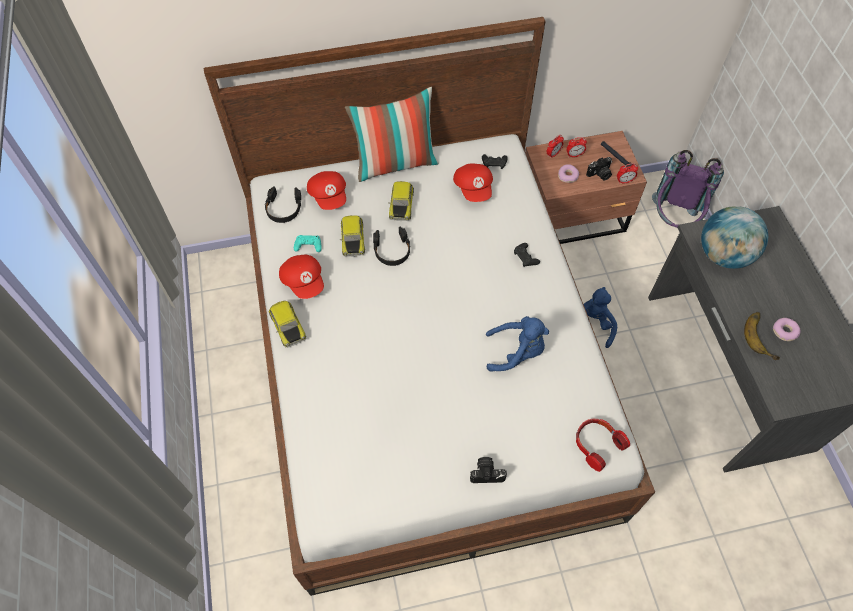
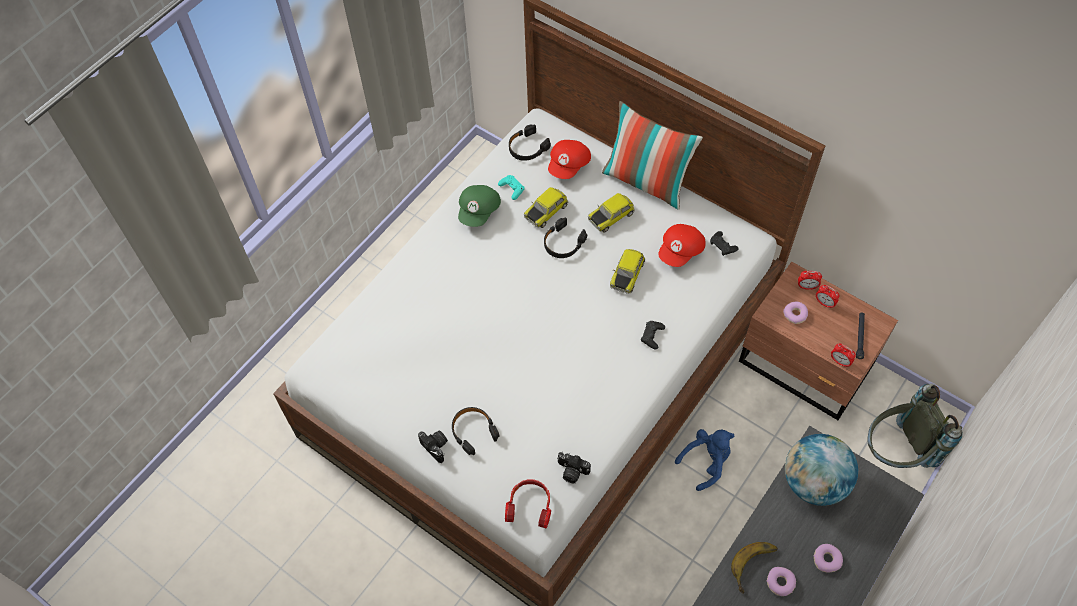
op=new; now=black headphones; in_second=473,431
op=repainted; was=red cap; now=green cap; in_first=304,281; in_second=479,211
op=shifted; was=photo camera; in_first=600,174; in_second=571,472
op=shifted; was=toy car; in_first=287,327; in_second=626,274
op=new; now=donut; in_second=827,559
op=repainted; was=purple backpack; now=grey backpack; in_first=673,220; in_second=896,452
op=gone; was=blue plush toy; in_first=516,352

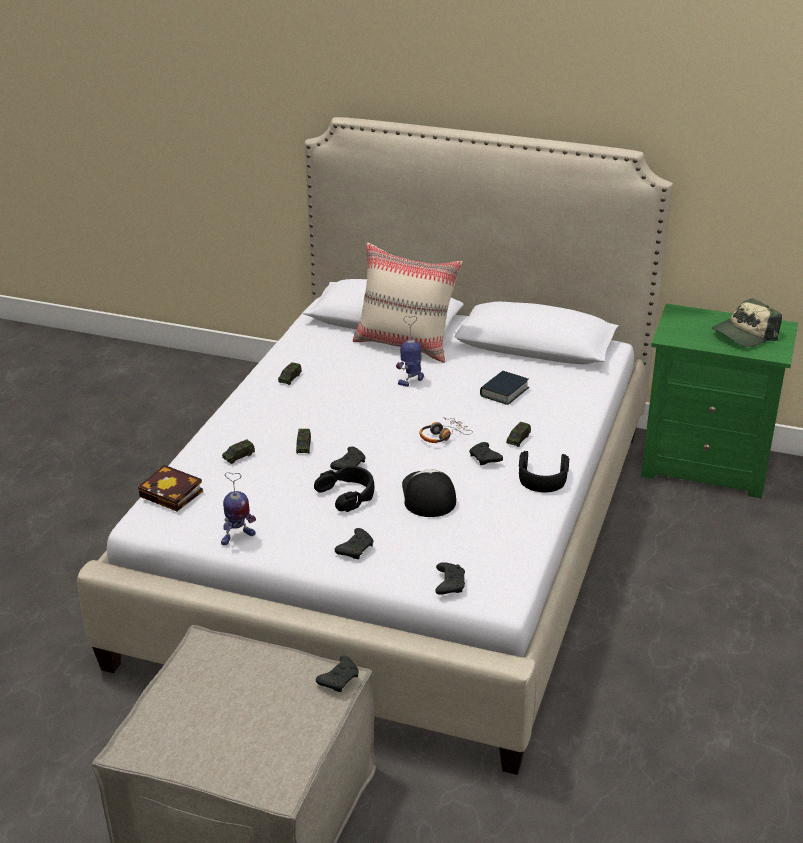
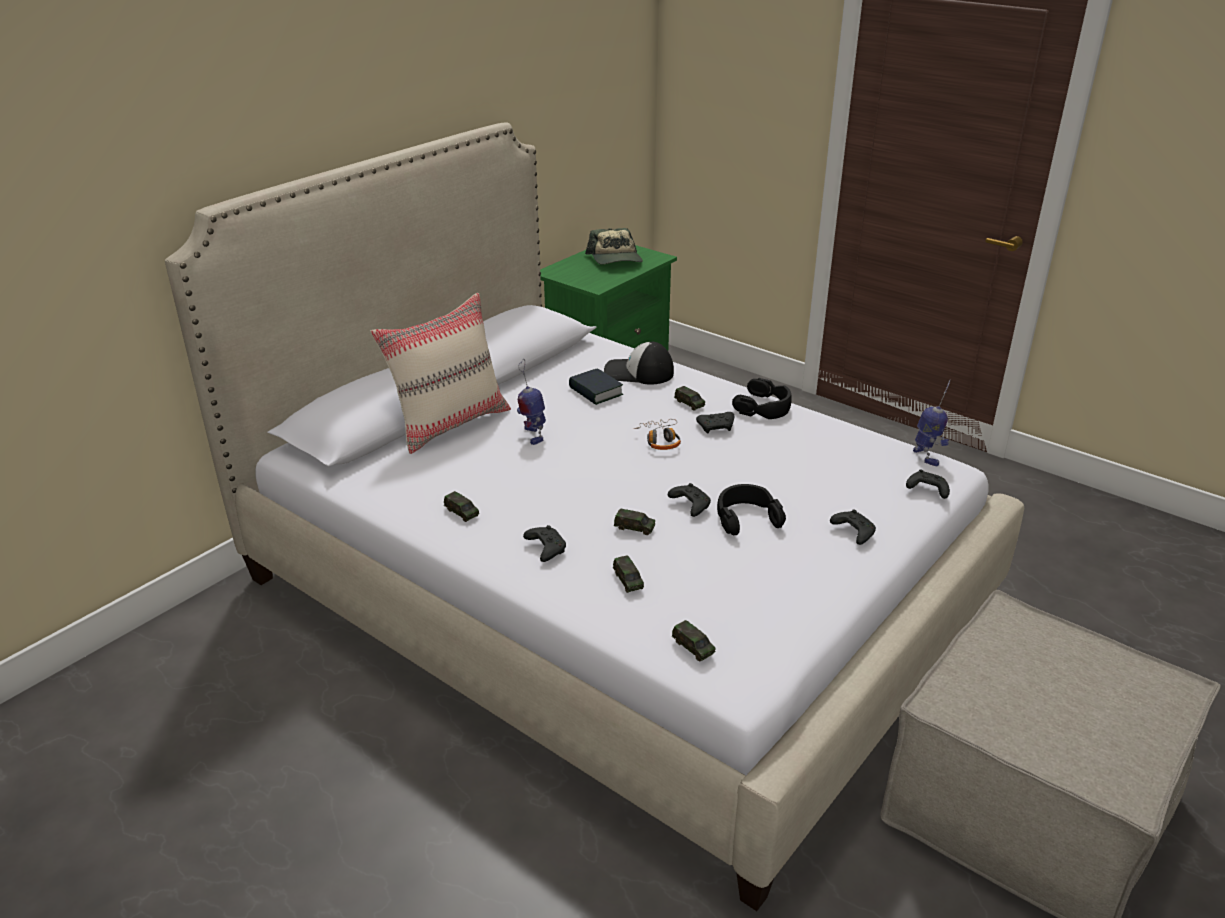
op=shifted; was=black game controller; in_first=339,679; in_second=545,548
op=shifted; was=cap; in_first=427,495; in_second=638,372
op=swapped; was=book; now=toy car; in_first=174,494; in_second=693,647
op=shifted; was=toy robot; in_first=237,537; in_second=926,457

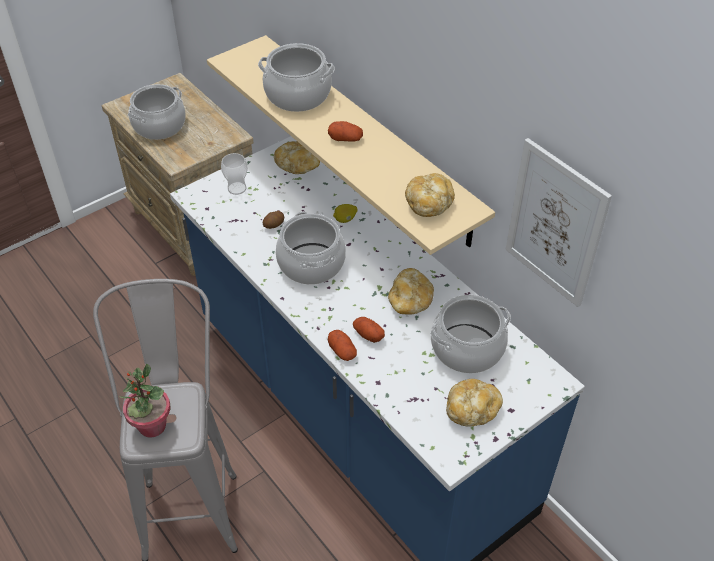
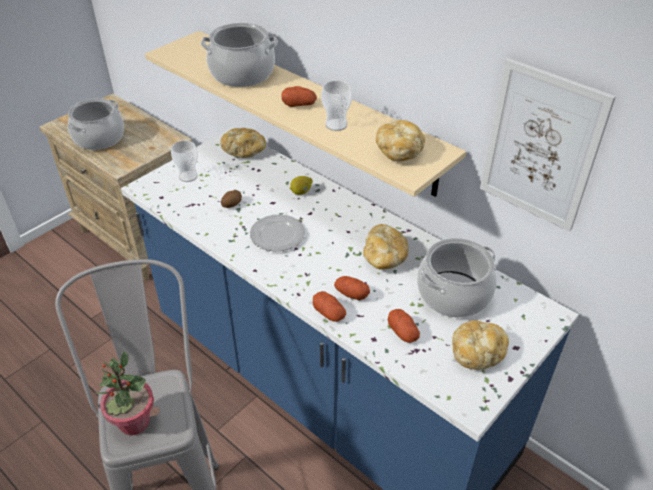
op=swapped; was=cooking pot; now=plate; in_first=311,264; in_second=277,235
op=new; now=cup; in_second=336,125
op=new; now=potato; in_second=403,332

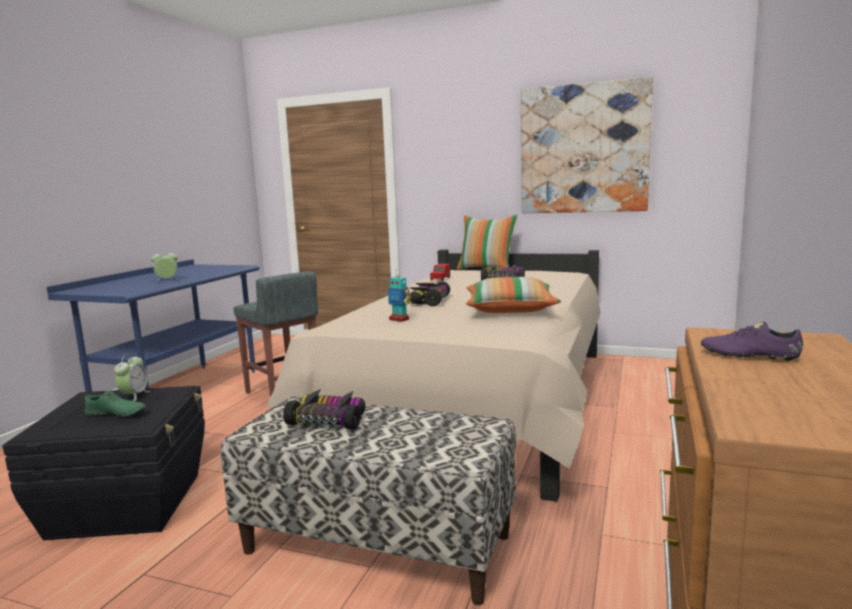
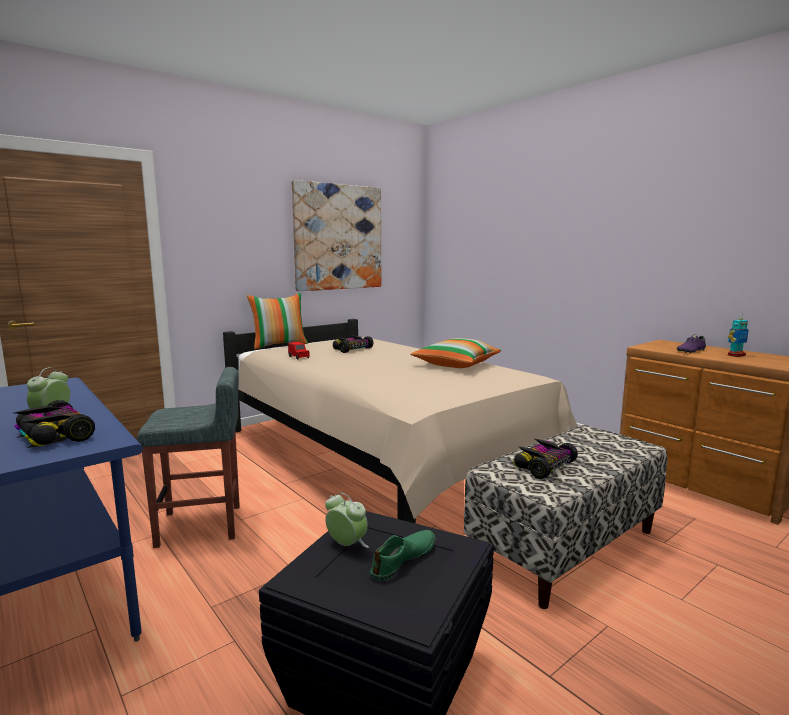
op=shifted; was=toy car; in_first=428,301; in_second=53,435
op=shifted; was=toy robot; in_first=399,319; in_second=736,355

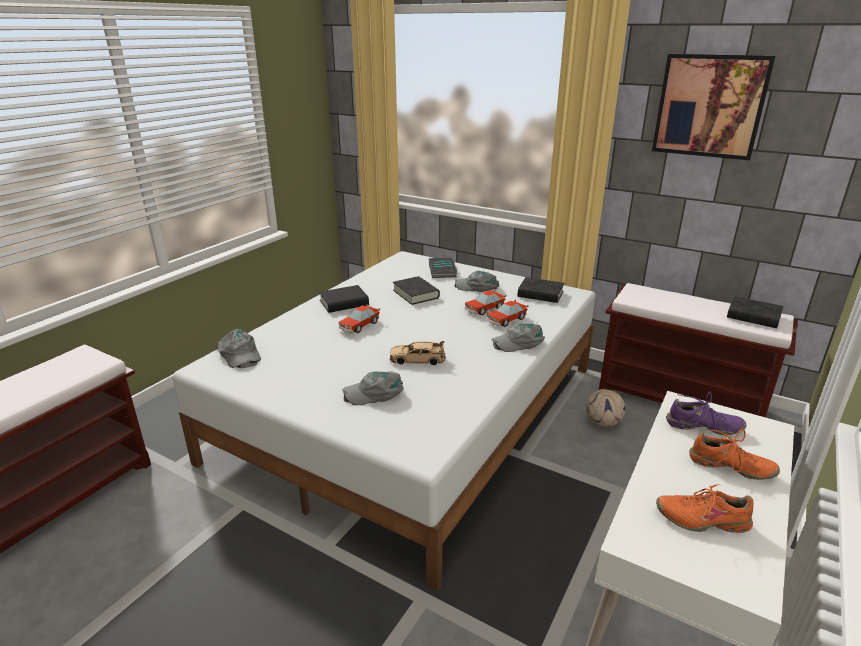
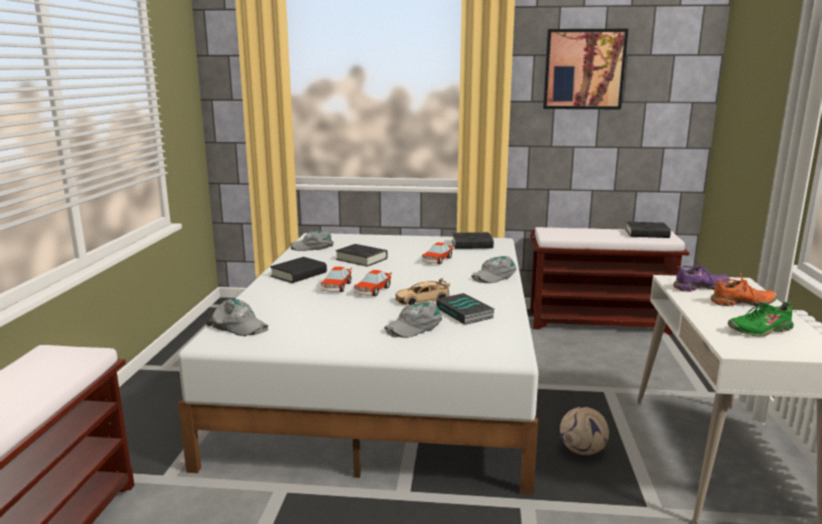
op=shifted; was=grey cap; in_first=477,286; in_second=313,246
op=shifted; was=toy car; in_first=506,320; in_second=373,291
op=shifted; was=book; in_first=443,271; in_second=465,313
op=shifted; was=football; in_first=603,423; in_second=583,451
op=repainted; was=orange shoe; now=green shoe; in_first=702,519; in_second=759,330

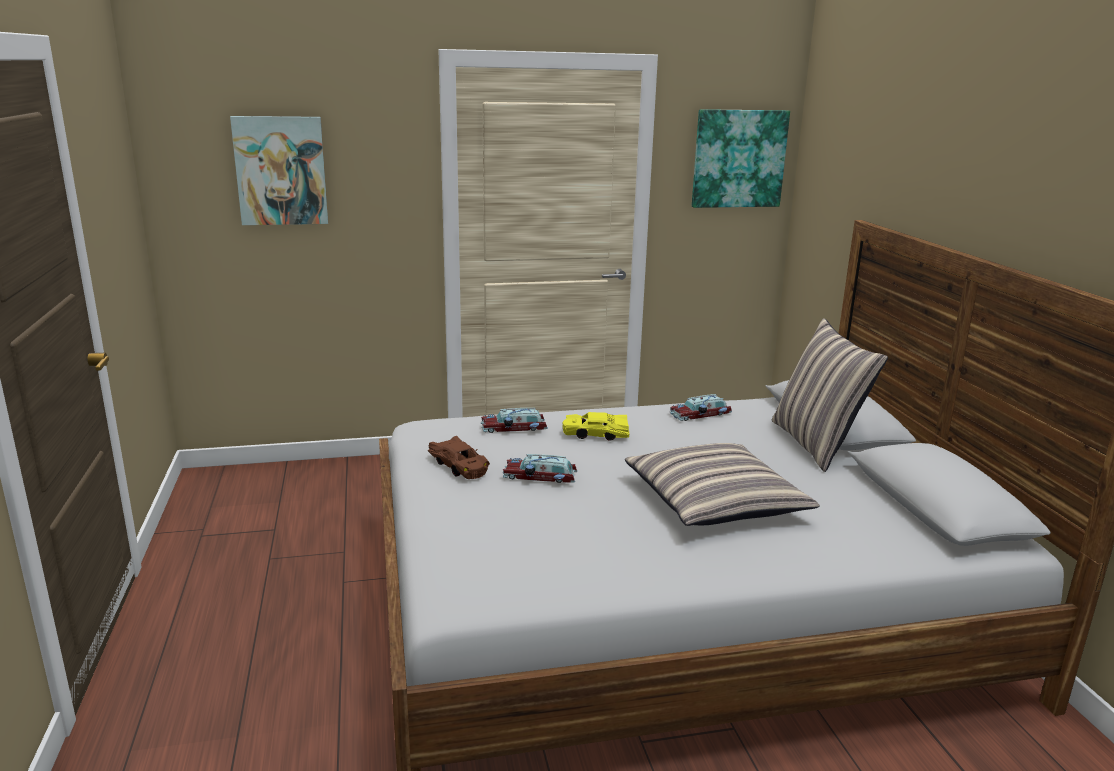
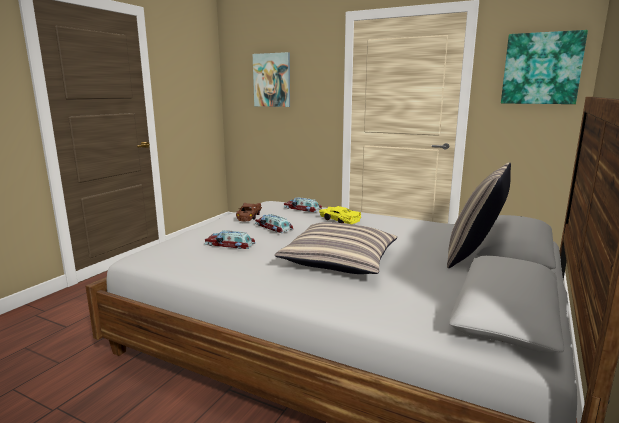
op=shifted; was=toy car; in_first=701,414; in_second=230,245

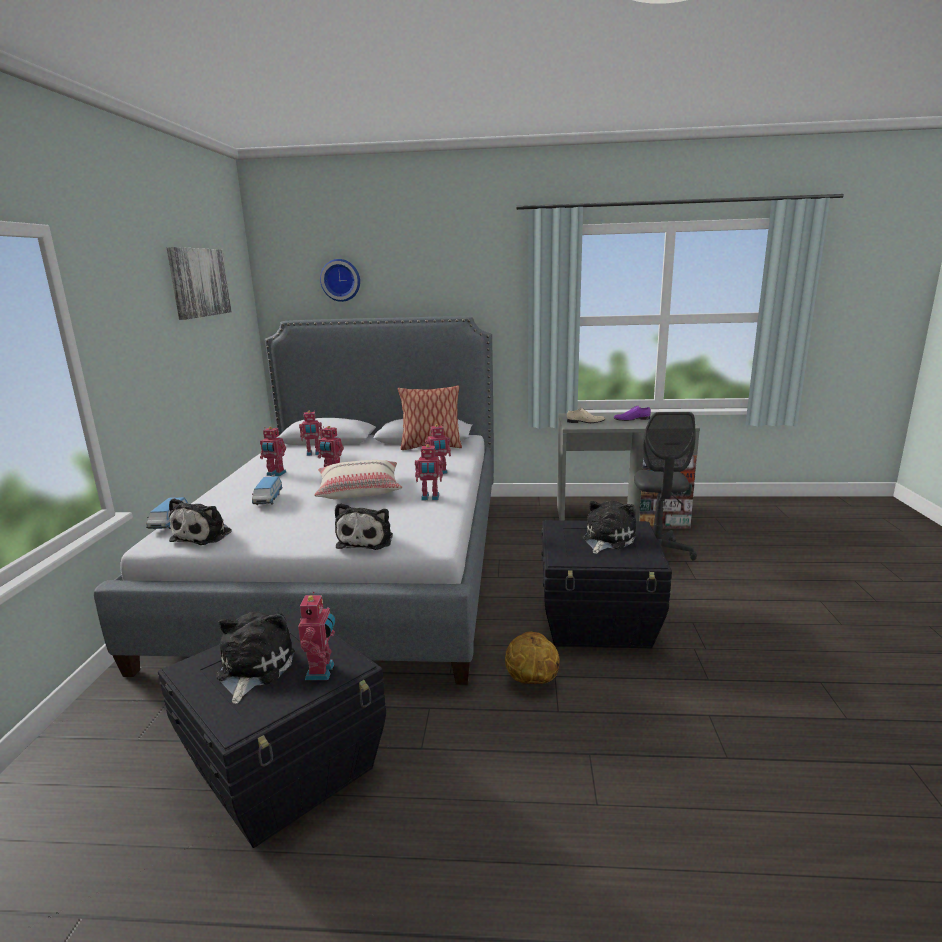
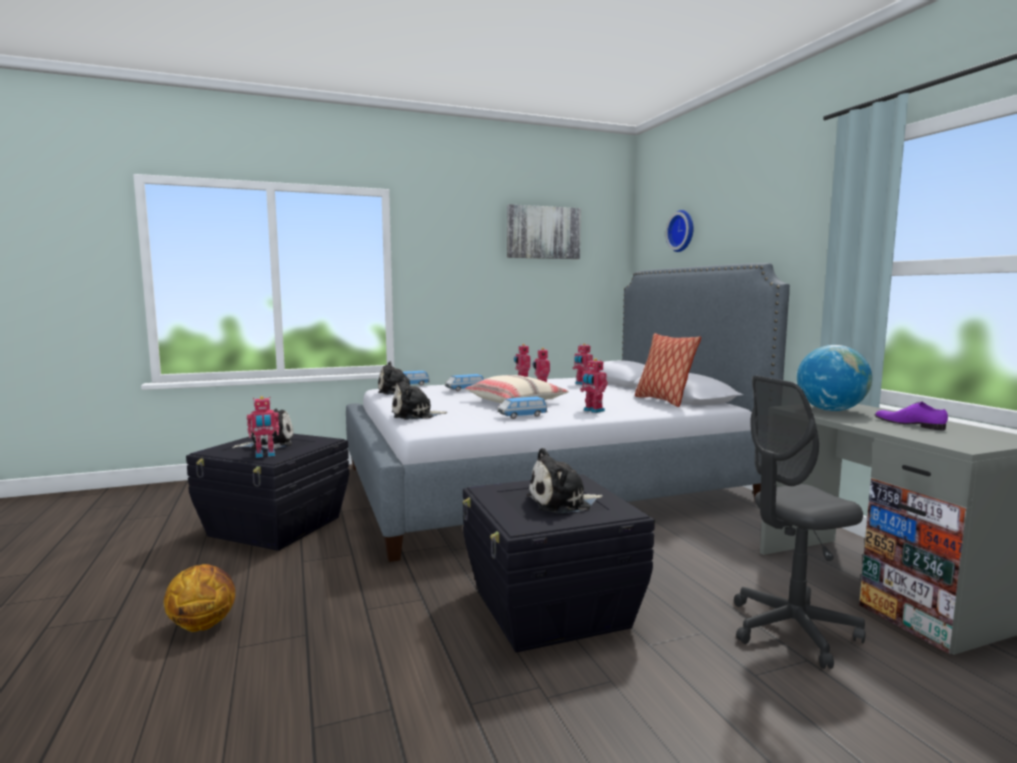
op=shifted; was=basketball; in_first=531,680; in_second=203,624
op=swapped; was=toy robot; now=toy car; in_first=430,498; in_second=522,416
op=rotated; was=plush toy; in_first=606,539; in_second=562,502; clockwise=150
op=swapped; was=beige shoe; now=globe; in_first=585,421; in_second=830,410

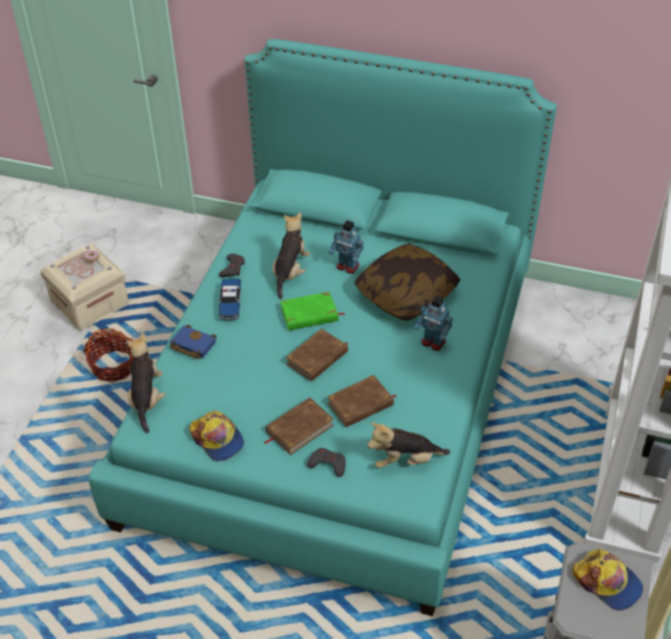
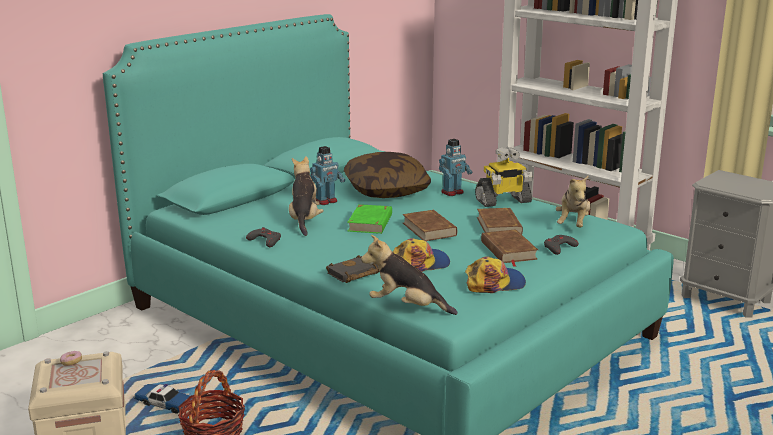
op=shifted; was=toy car; in_first=230,303; in_second=165,404
op=rotated; was=plush toy; in_first=290,272; in_second=304,220; clockwise=45
op=repainted; was=blue book; now=black book; in_first=191,345; in_second=353,274
op=shifted; was=cap; in_first=607,582; in_second=420,263
op=new; now=toy robot; in_second=503,201

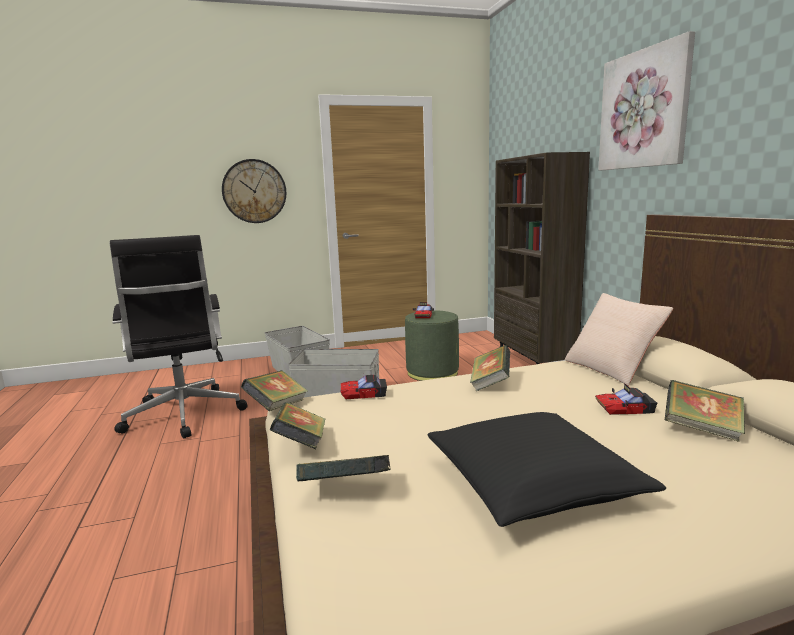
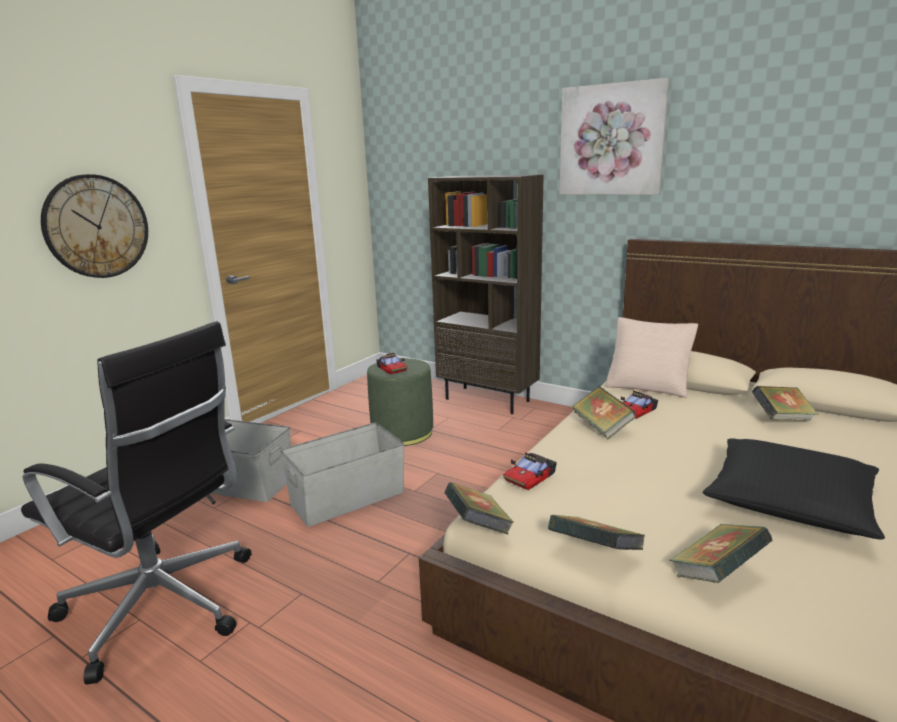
op=shifted; was=toy car; in_first=625,408; in_second=636,410

